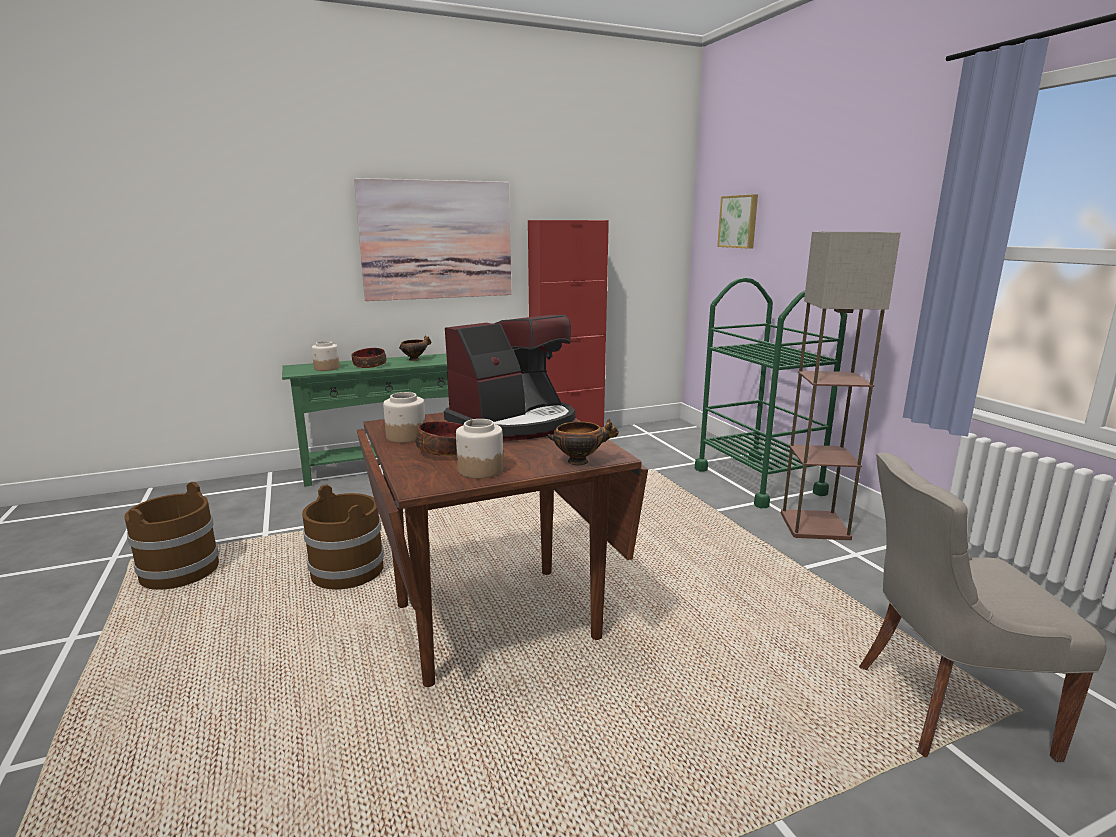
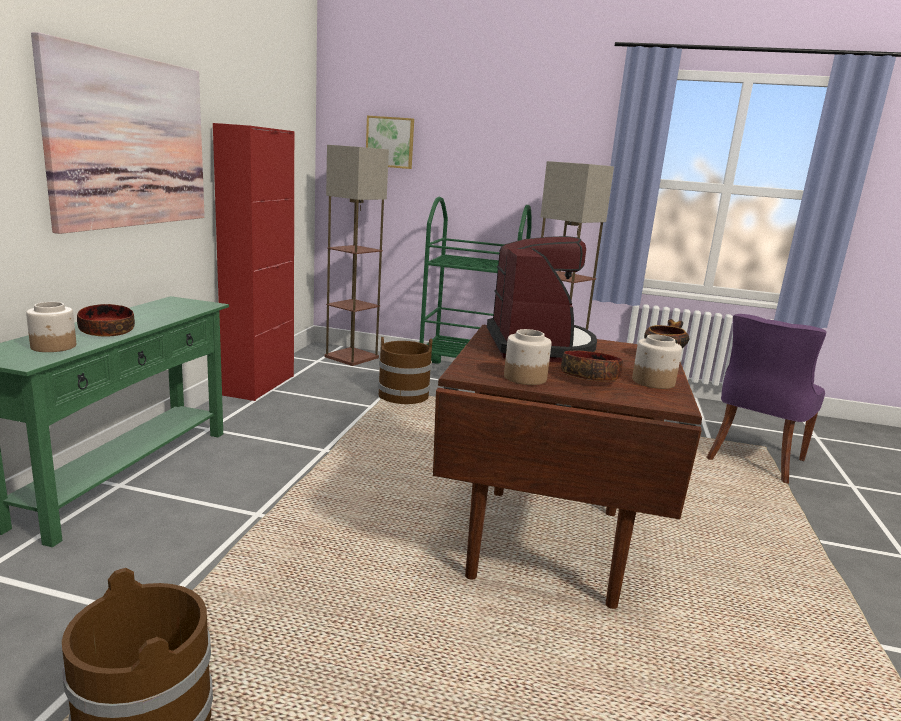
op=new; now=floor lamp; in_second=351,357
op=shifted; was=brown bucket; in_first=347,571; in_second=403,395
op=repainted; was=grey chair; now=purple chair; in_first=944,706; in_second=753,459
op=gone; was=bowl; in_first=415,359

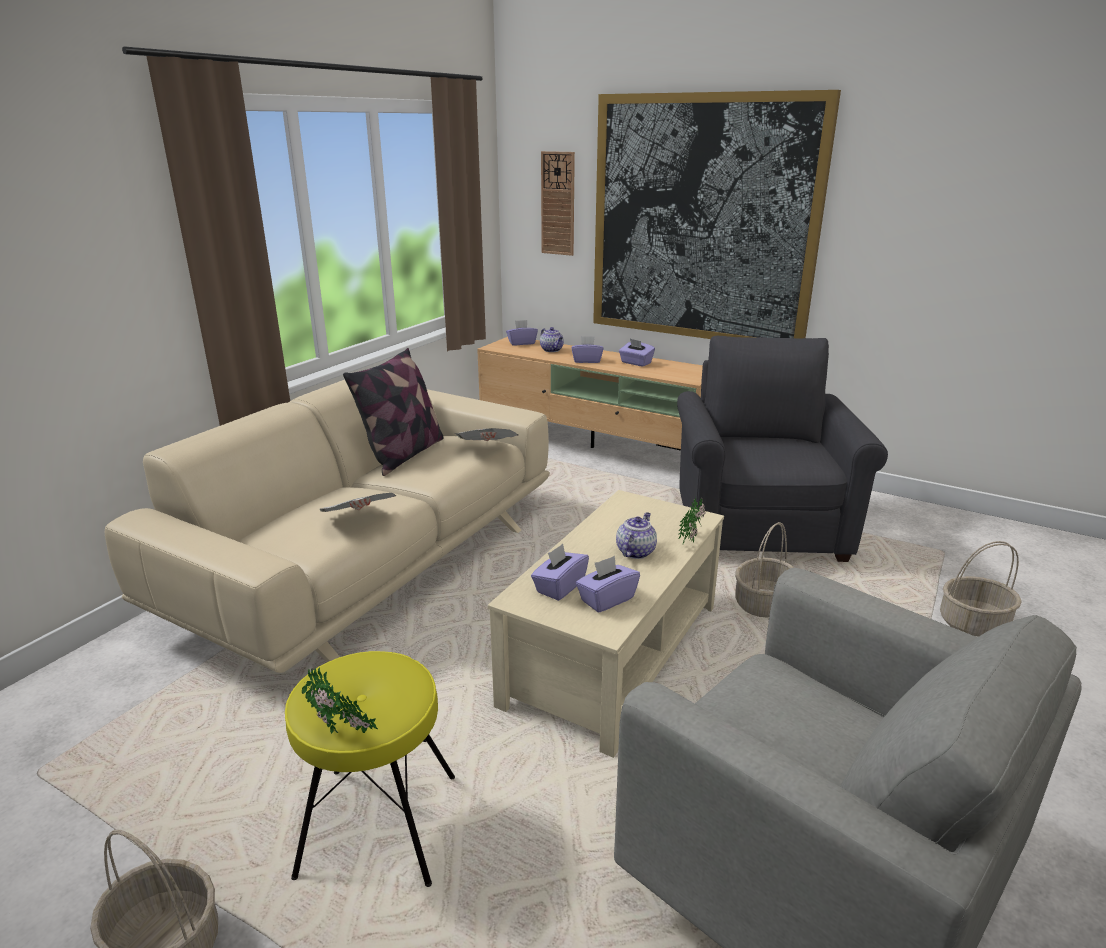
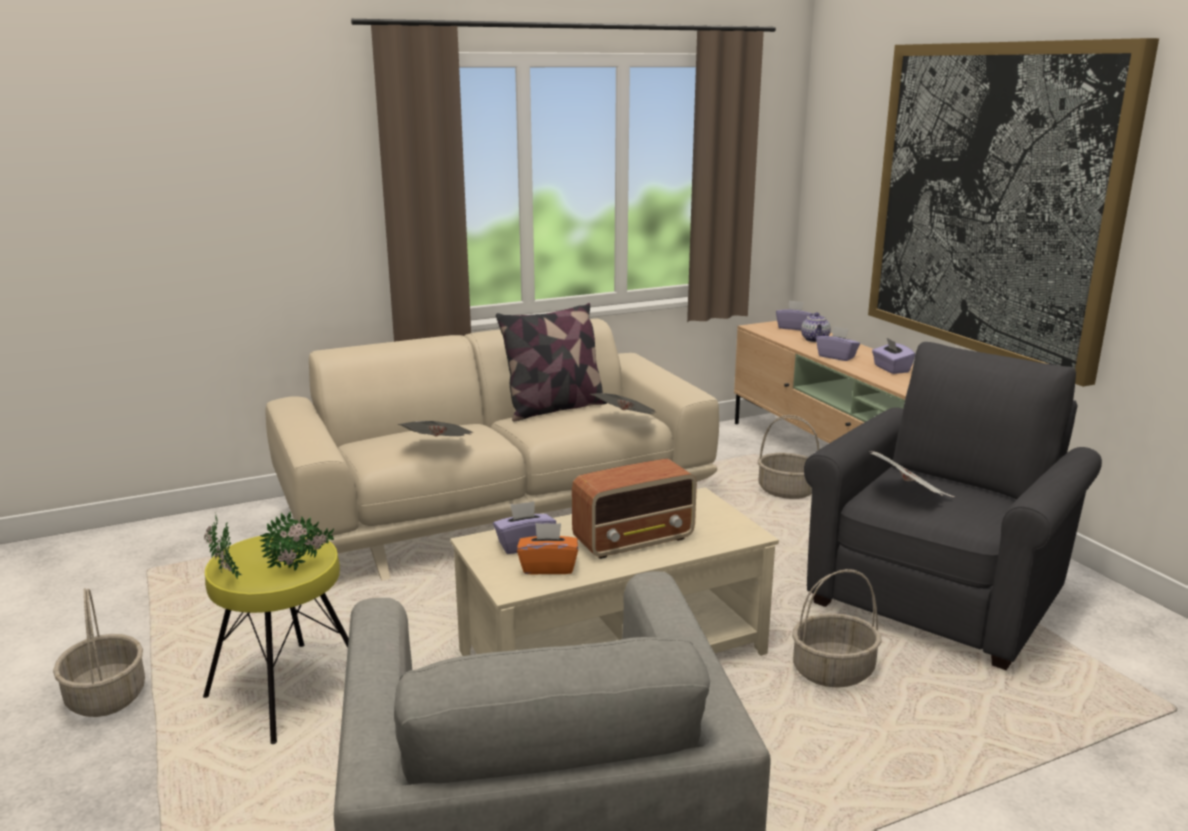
op=shifted; was=potted plant; in_first=690,539; in_second=301,566
op=repainted; was=purple tissue box; now=orange tissue box; in_first=606,599; in_second=548,567
op=swapped; was=teapot; now=radio; in_first=635,551; in_second=635,541
op=shifted; was=basket; in_first=973,623; in_second=787,491
op=new; now=newspaper; in_second=909,495
op=gone; was=wall clock; in_first=558,204

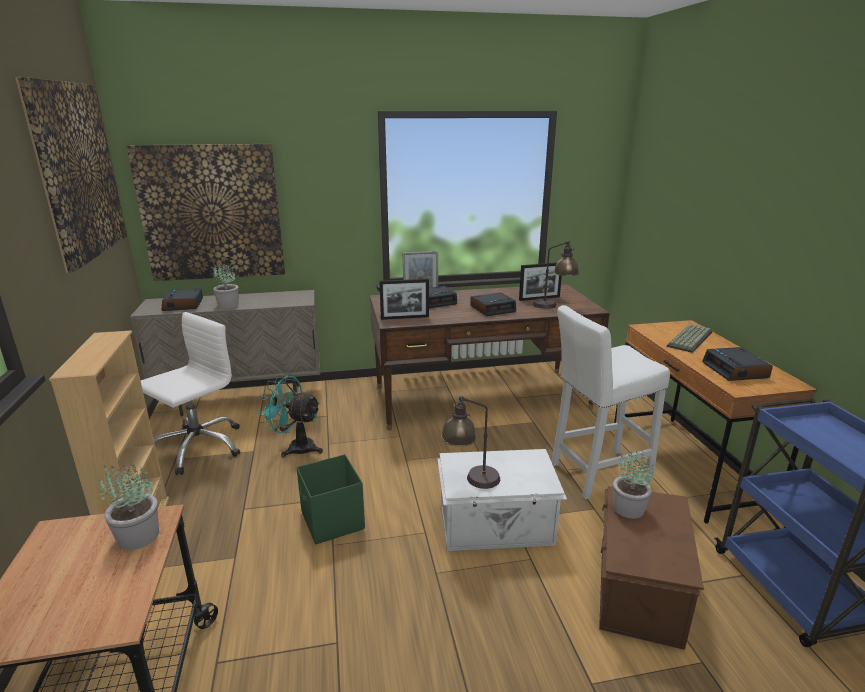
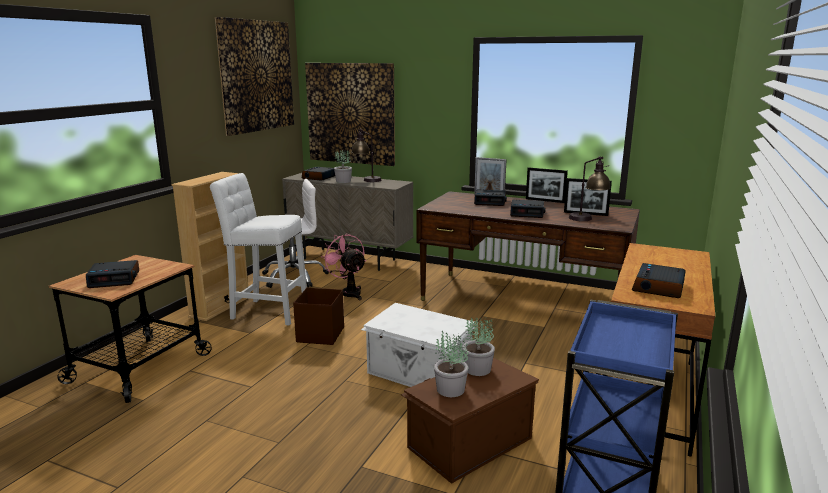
op=new; now=alarm clock; in_second=115,279
op=shifted; was=white stool; in_first=596,473; in_second=266,312
op=repainted; was=green storage box; now=brown storage box; in_first=332,521; in_second=320,335
op=repainted; was=turquoise fan; now=pink fan; in_first=295,447; in_second=348,292
op=shifted; was=table lamp; in_first=470,479; in_second=366,179
op=shifted; was=potted plant; in_first=137,537; in_second=449,389
op=shifted; was=picture frame; in_first=405,317; in_second=545,200
op=gone; was=keyboard; in_first=689,338

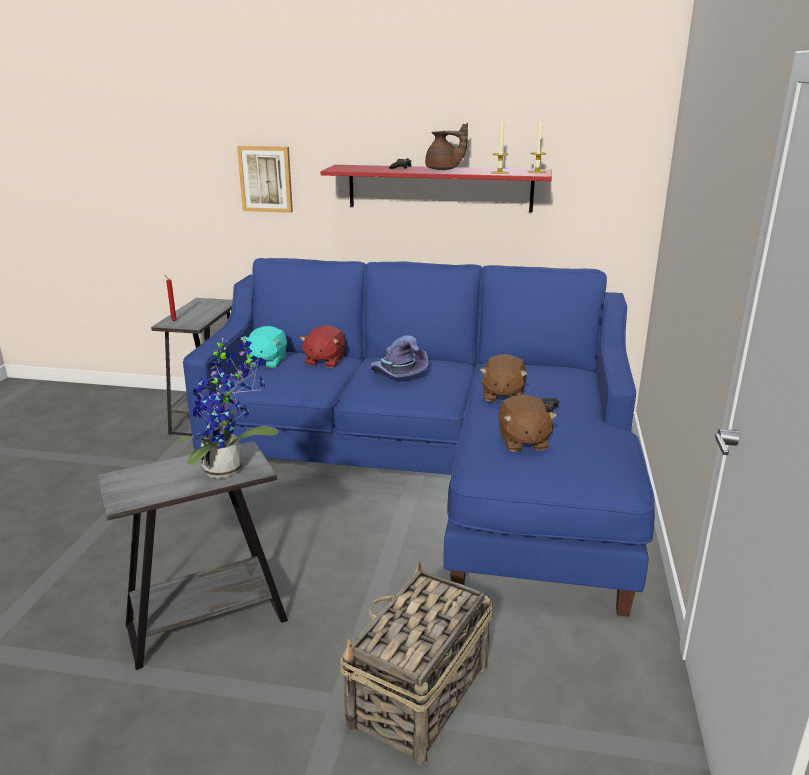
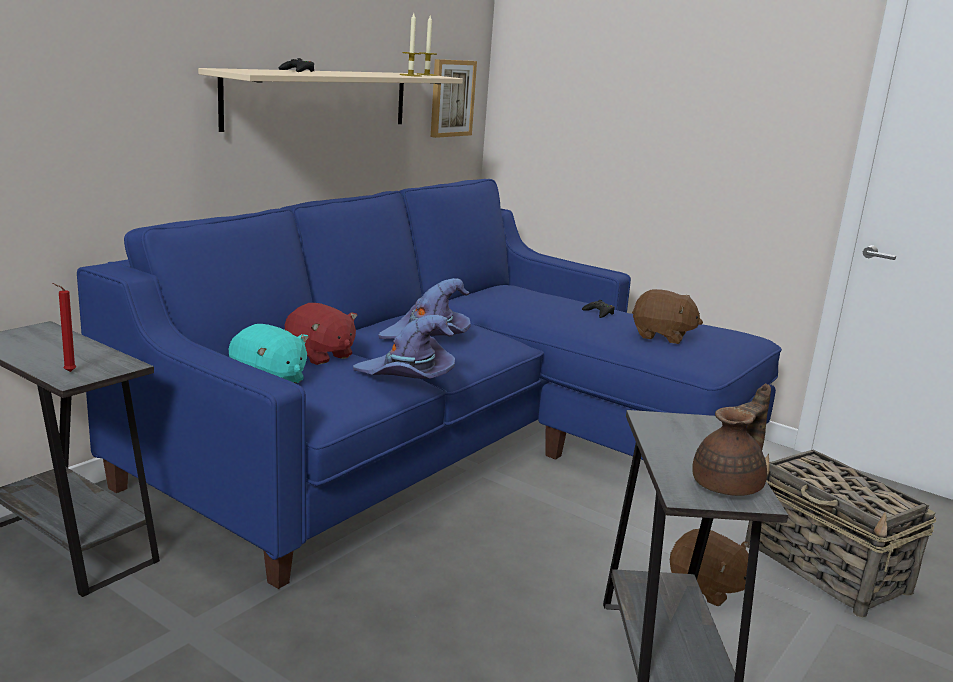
op=repainted; was=red shelf; now=beige shelf; in_first=440,188; in_second=319,99
op=new; now=purple hat; in_second=407,377
op=shifted; was=picture; in_first=266,179; in_second=451,98
op=shifted; was=brown plush toy; in_first=502,395; in_second=706,588
op=shifted; was=brown teapot; in_first=443,169; in_second=729,485
op=gone; was=potted plant; in_first=229,469

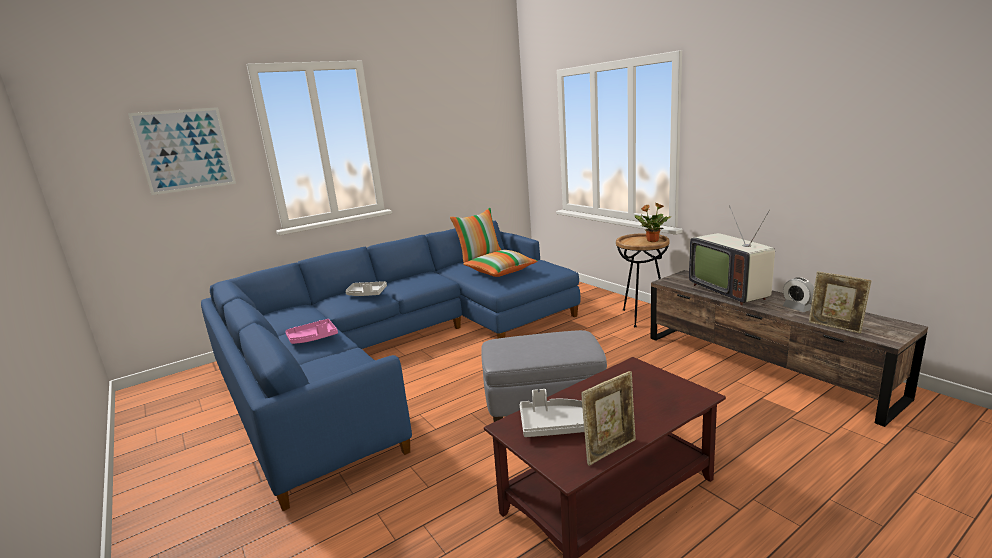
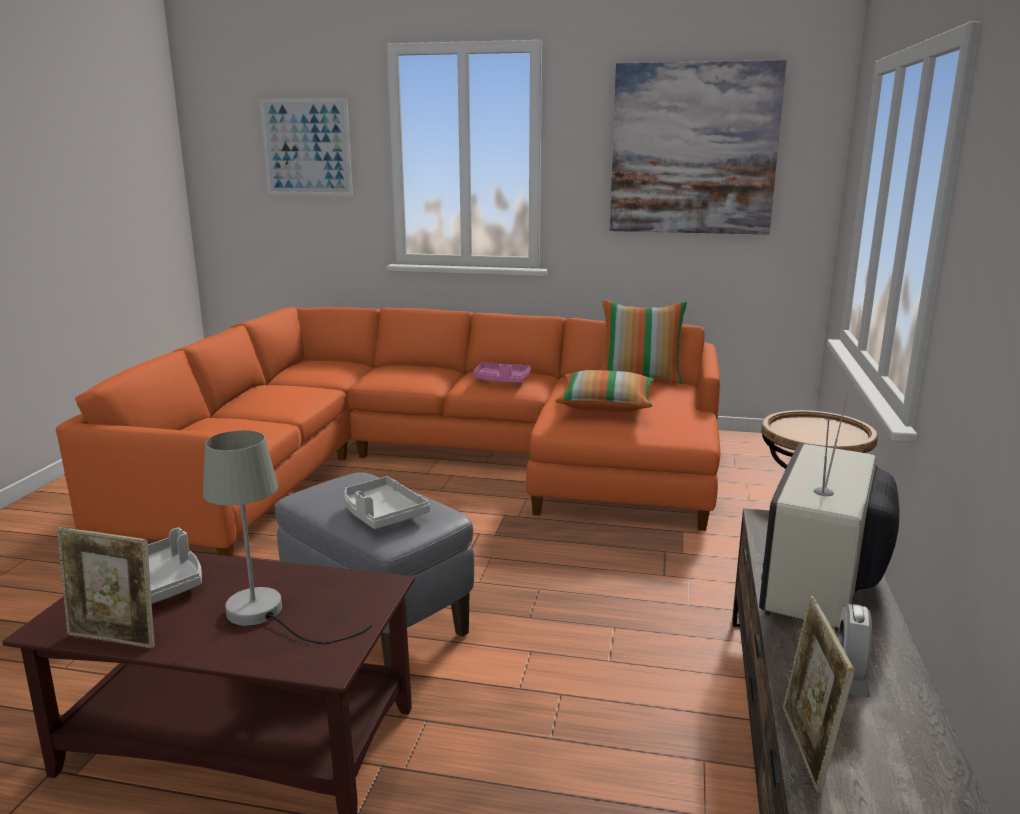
op=repainted; was=blue sofa; now=orange sofa; in_first=397,351; in_second=430,465
op=new; now=grey table lamp; in_second=267,615
op=shifted; was=grey tray; in_first=366,294; in_second=382,514
op=shifted; was=pink tray; in_first=313,338; in_second=501,380
op=new; now=picture; in_second=693,149
op=gone; was=potted plant; in_first=652,241

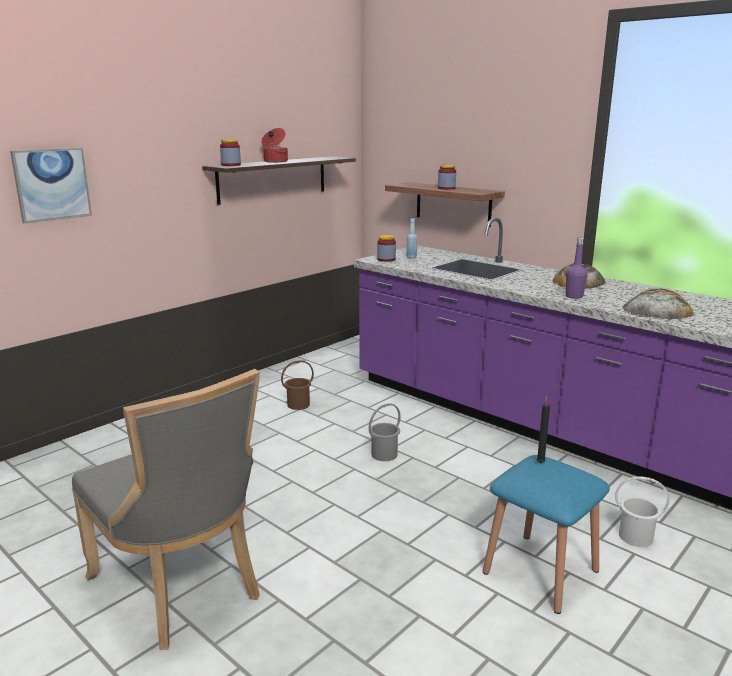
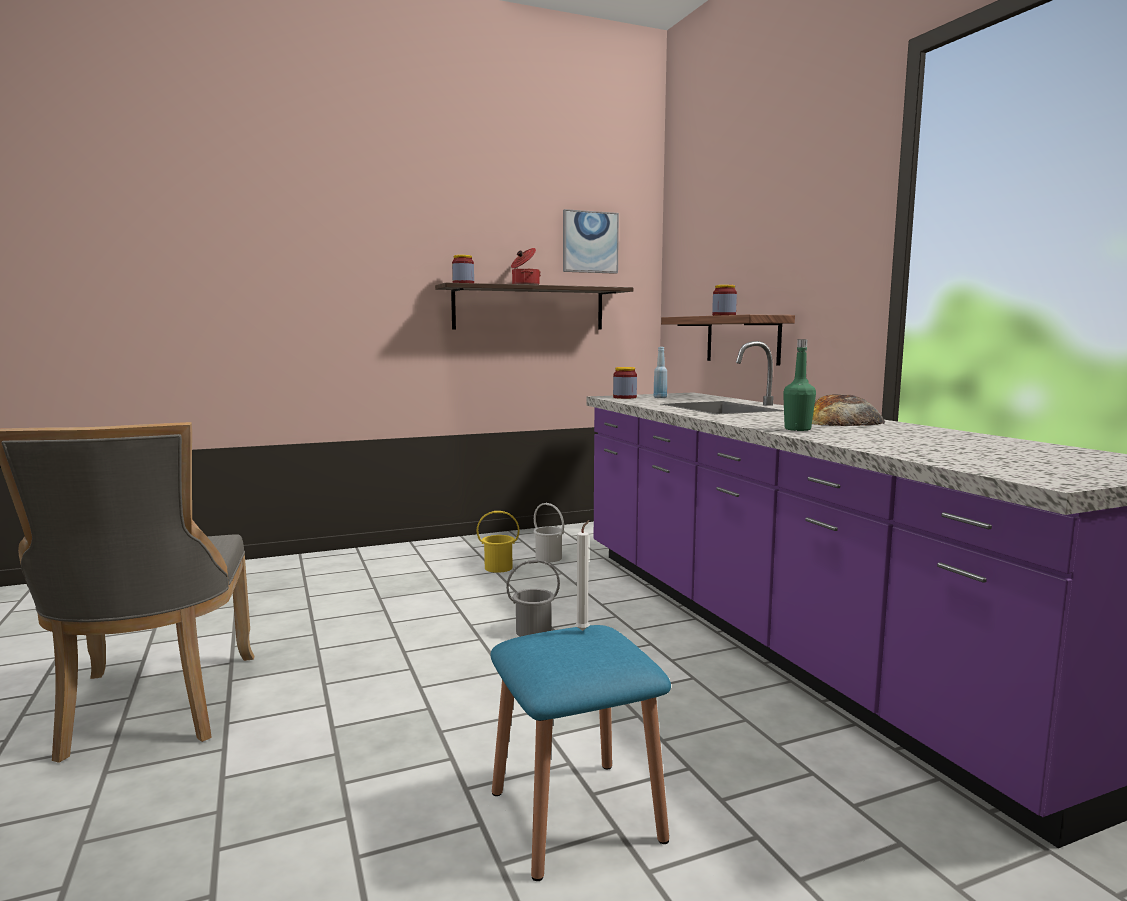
op=repainted; was=brown bucket; now=yellow bucket; in_first=298,404; in_second=498,567
op=shifted; was=white bucket; in_first=635,536; in_second=548,558
op=shifted; was=picture; in_first=52,184; in_second=590,242
op=repainted; was=black candle; now=white candle; in_first=540,462; in_second=583,630
op=repainted; was=purple bottle; now=green bottle; in_first=574,296; in_second=797,429
op=gone; was=bread; in_first=657,310

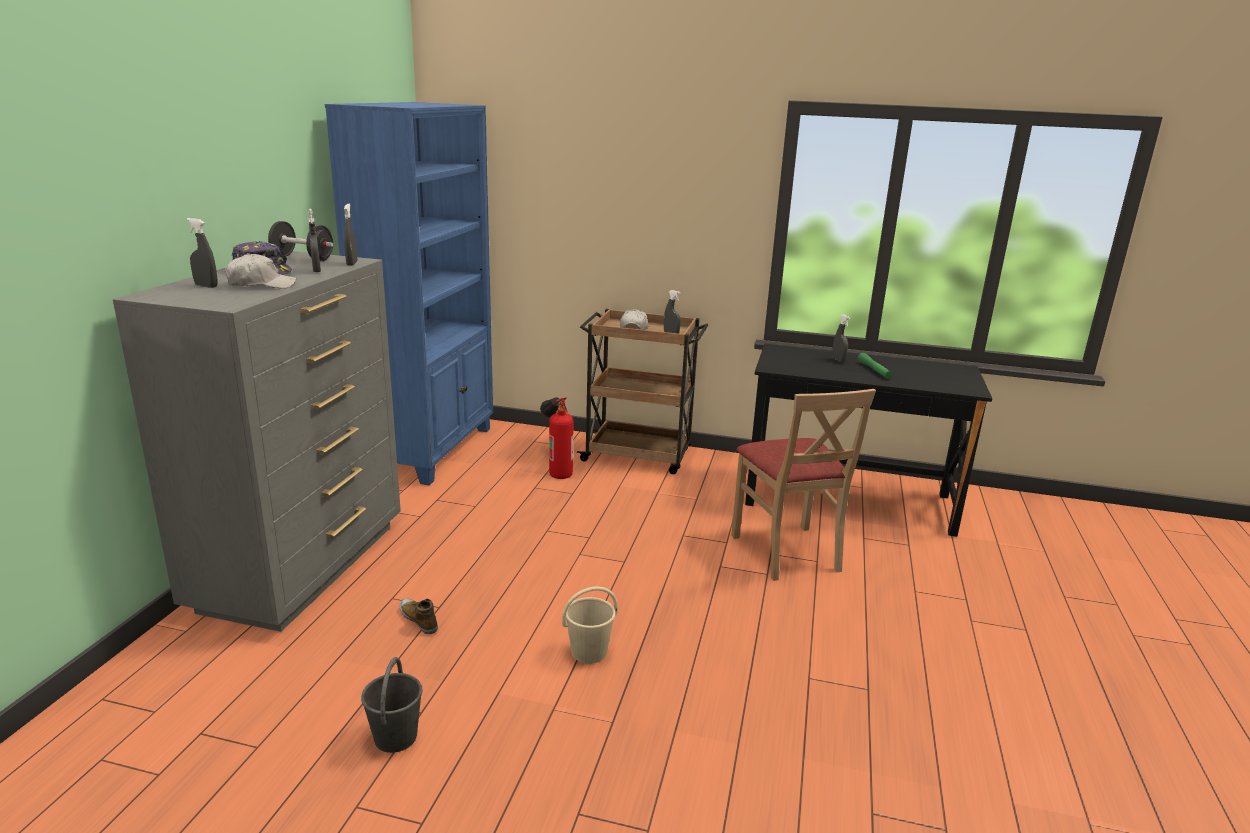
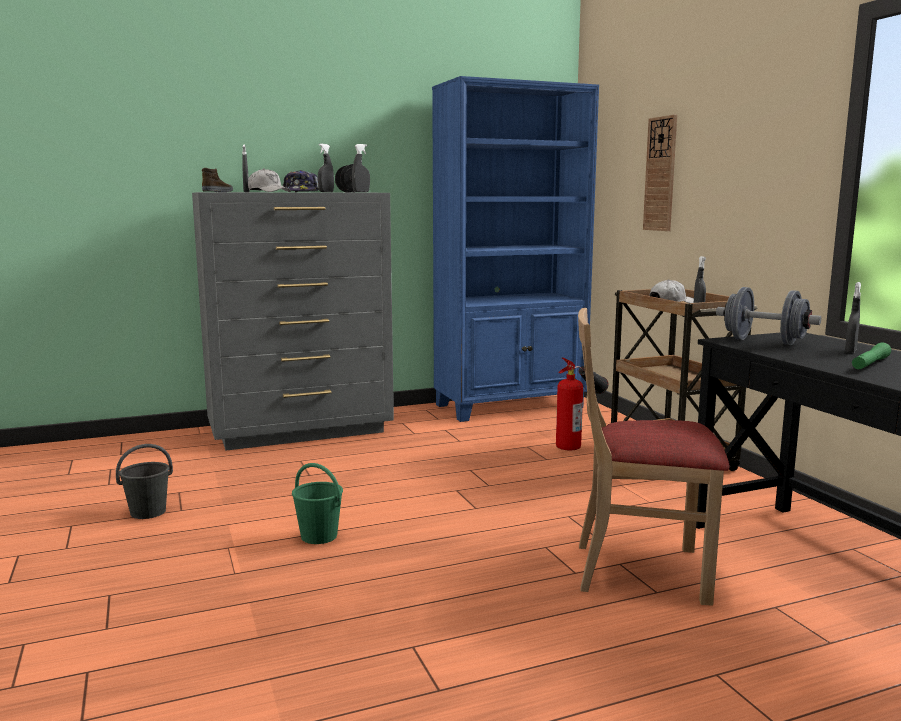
op=shifted; was=shoe; in_first=419,619; in_second=218,192
op=repainted; was=beige bucket; now=green bucket; in_first=589,652; in_second=319,536
op=rotated; was=beige chair; in_first=786,552; in_second=640,570; clockwise=60
op=new; now=wall clock; in_second=660,174
op=new; now=grey dumbbell; in_second=764,341

